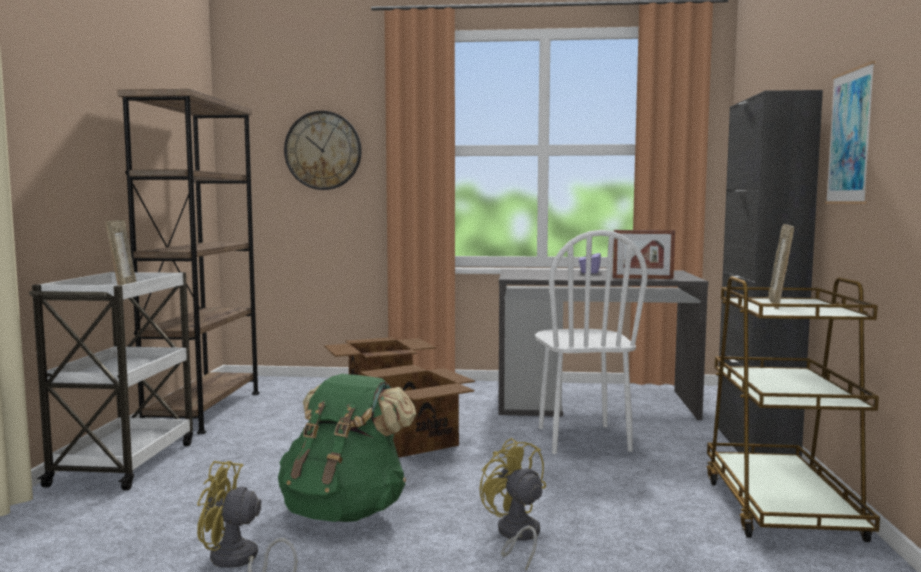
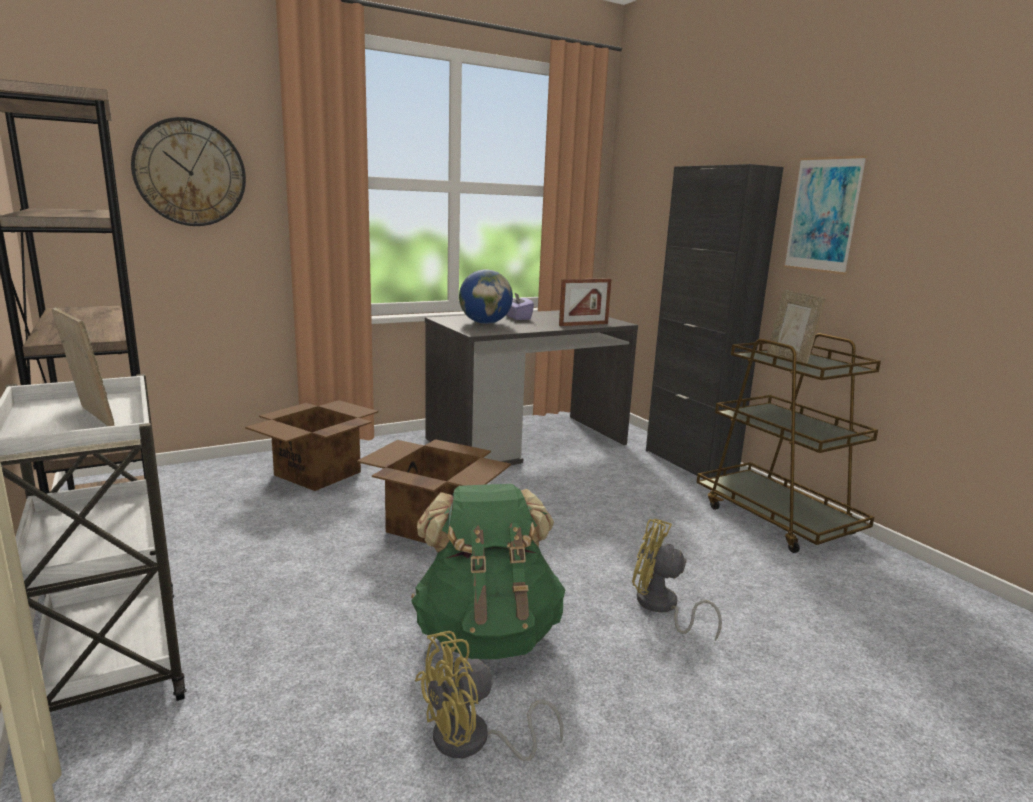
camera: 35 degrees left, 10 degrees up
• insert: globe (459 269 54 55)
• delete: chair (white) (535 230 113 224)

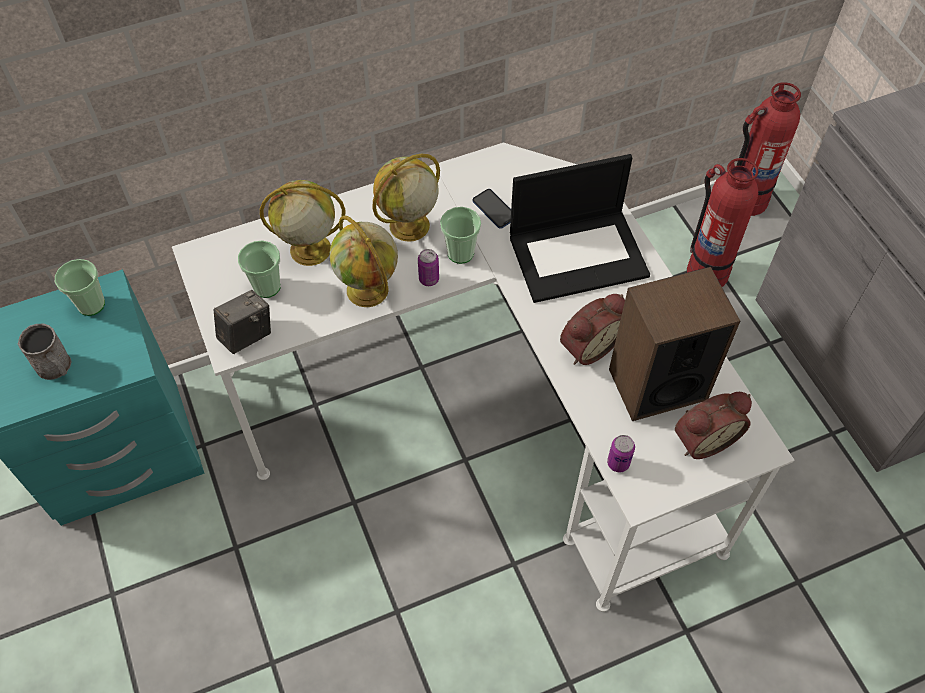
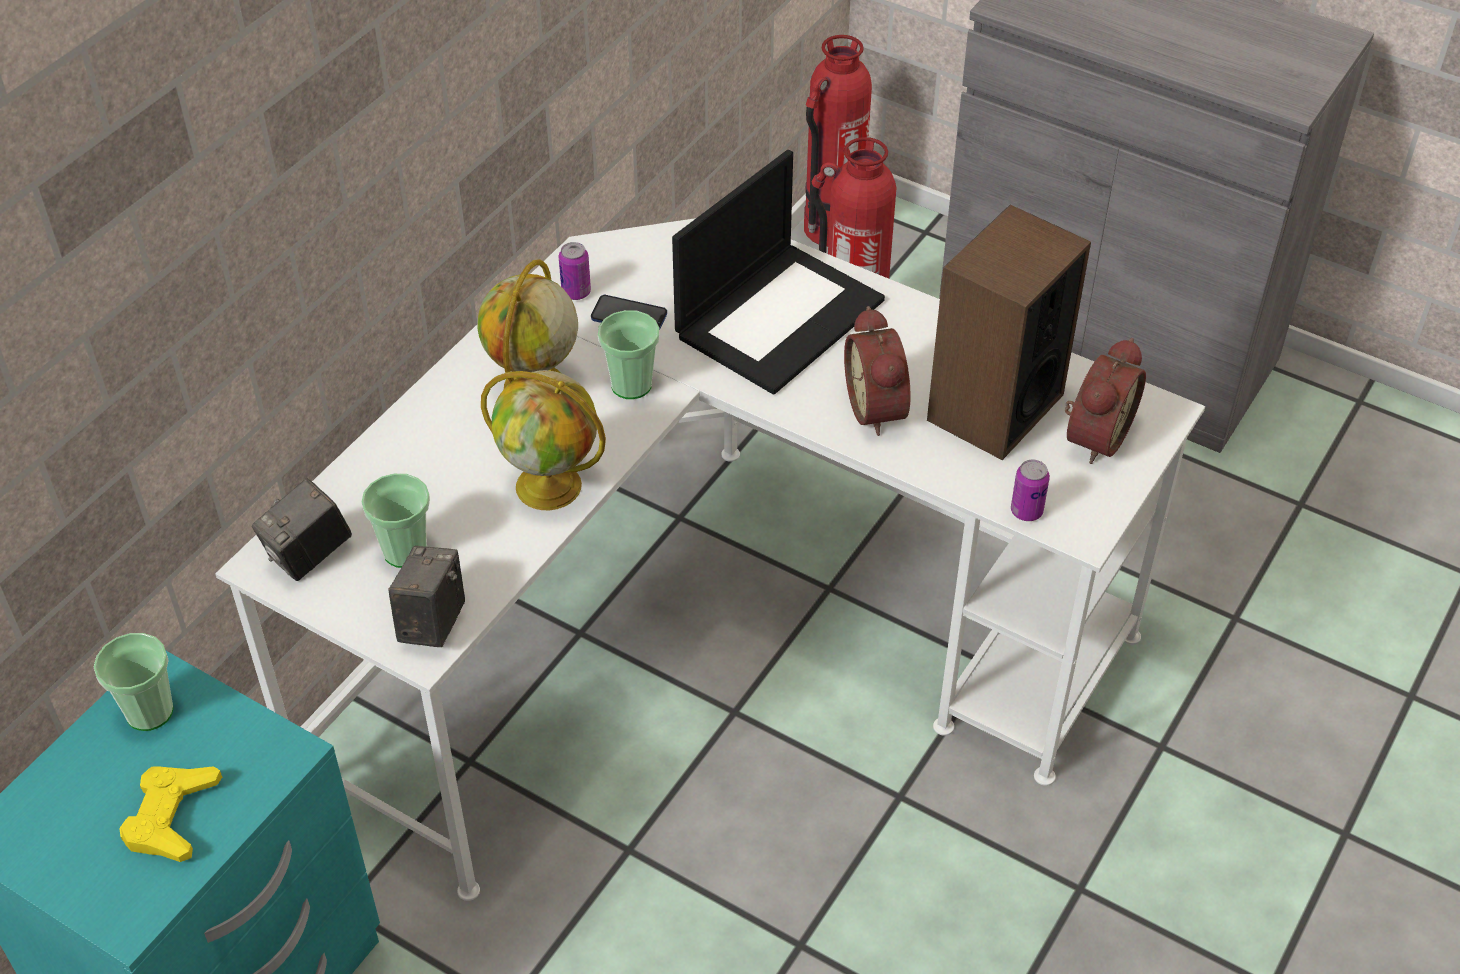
camera: 35 degrees left, 10 degrees down
• replace: mug (grey) (17 323 55 57) to game controller (yellow) (119 766 103 96)
• insert: photo camera (252 478 100 103)
• move: can (418 249 21 37) to (559 242 32 58)
• rotate: alarm clock (560 294 65 71) = (844 306 67 130) 150 degrees clockwise
• delete: globe (260 180 86 86)

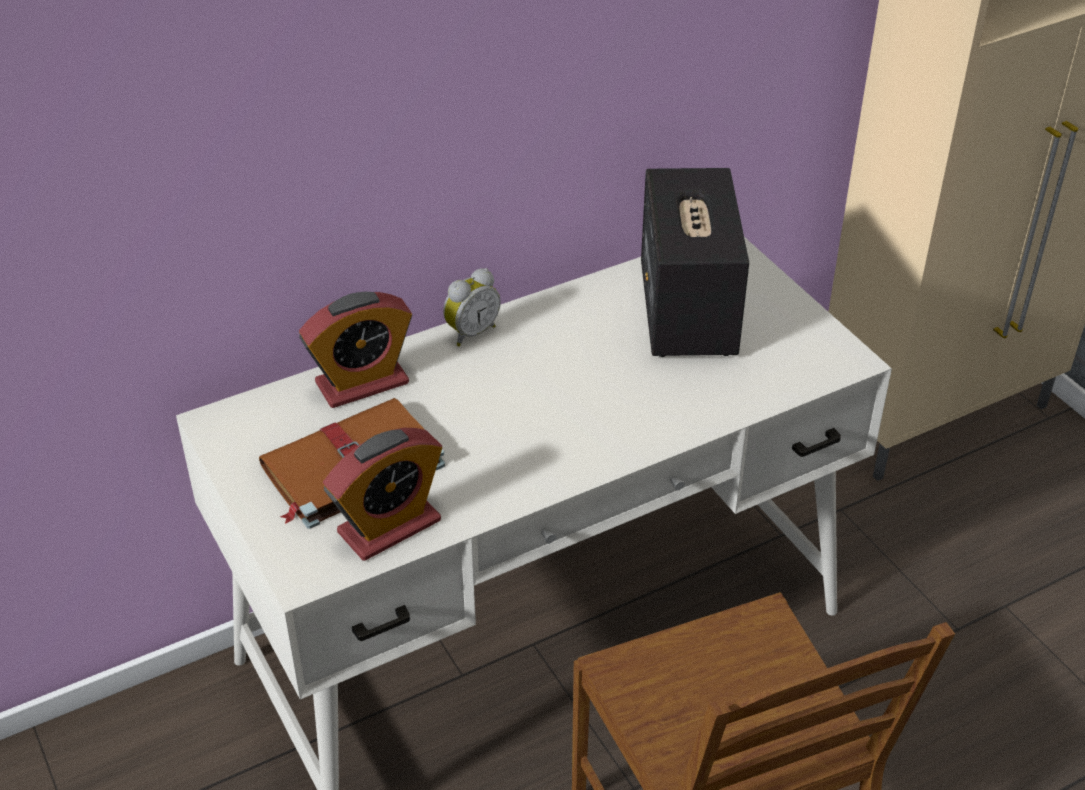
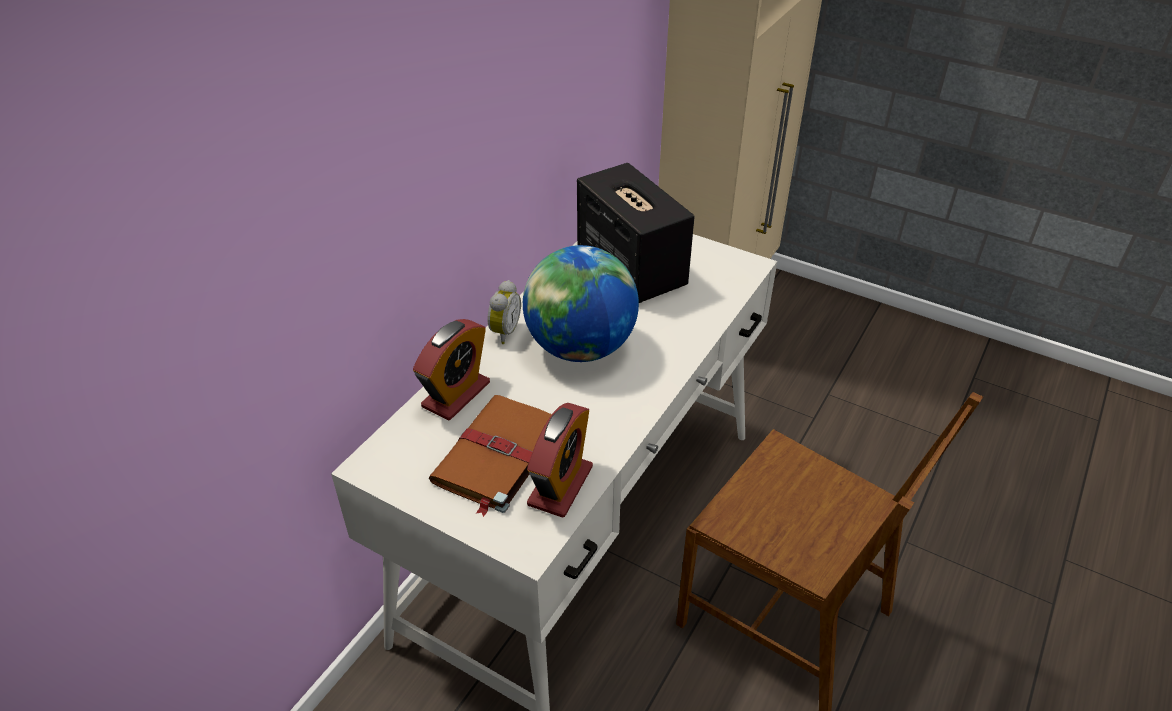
camera: 30 degrees left, 0 degrees up
• insert: globe (523 245 116 117)

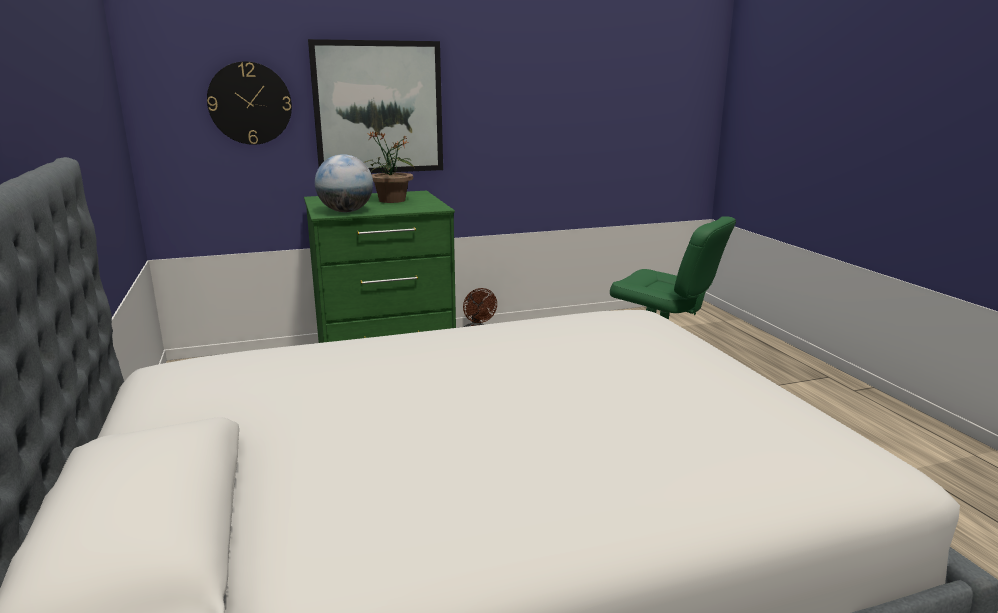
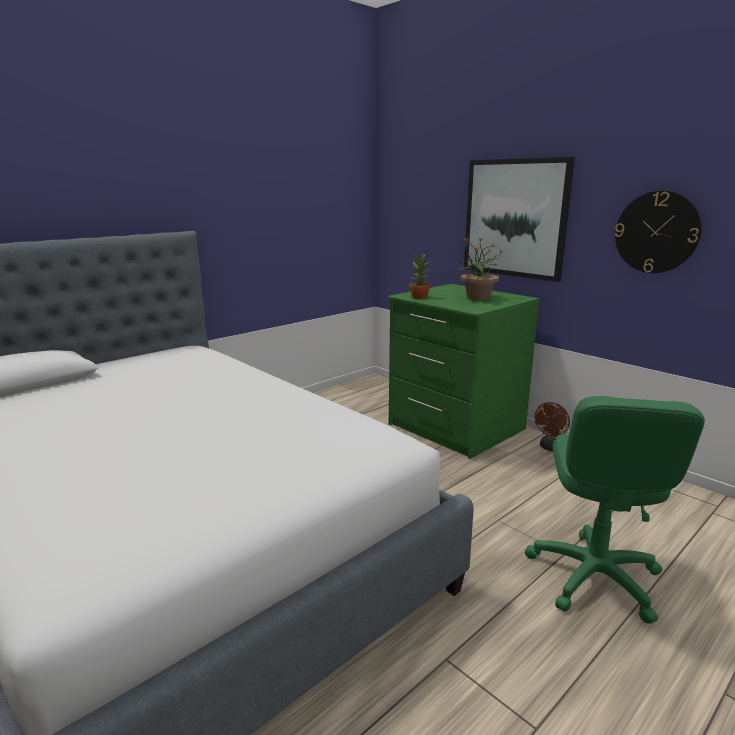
camera: 65 degrees right, 0 degrees up
• replace: globe (315 154 58 58) to potted plant (409 253 22 46)
• move: wall clock (207 61 85 84) to (615 190 87 83)

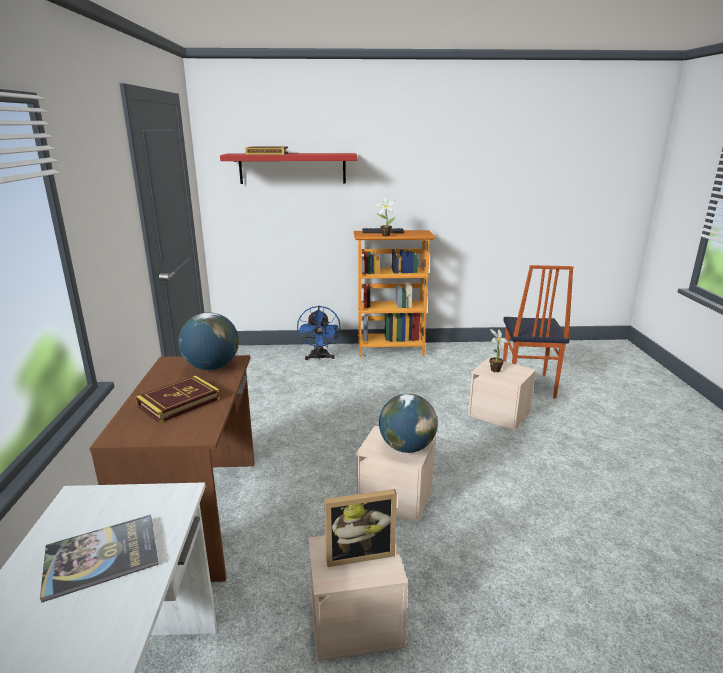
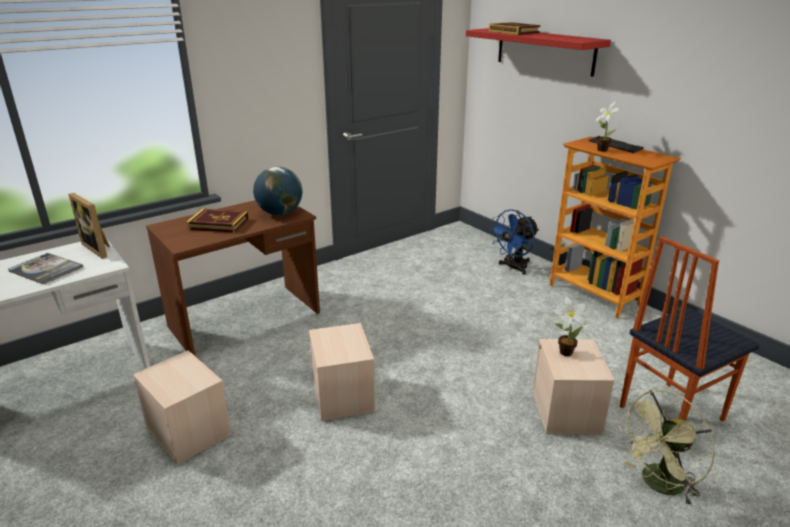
camera: 55 degrees right, 5 degrees up
• move: picture frame (324 489 73 78) to (68 193 42 66)
• insert: fan (green) (618 390 97 116)
• delete: globe (379 394 59 59)

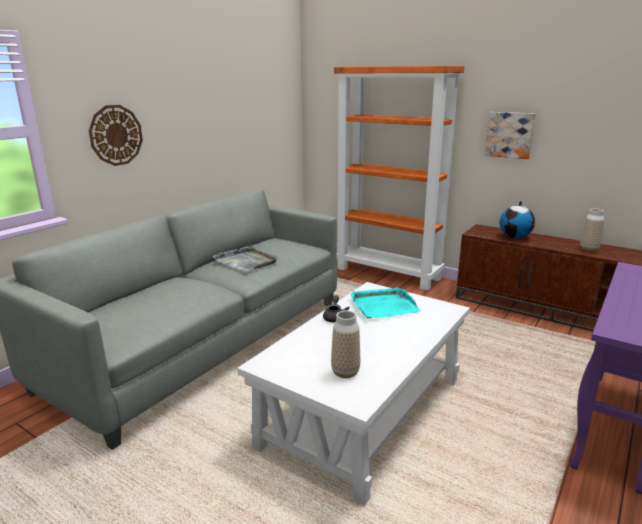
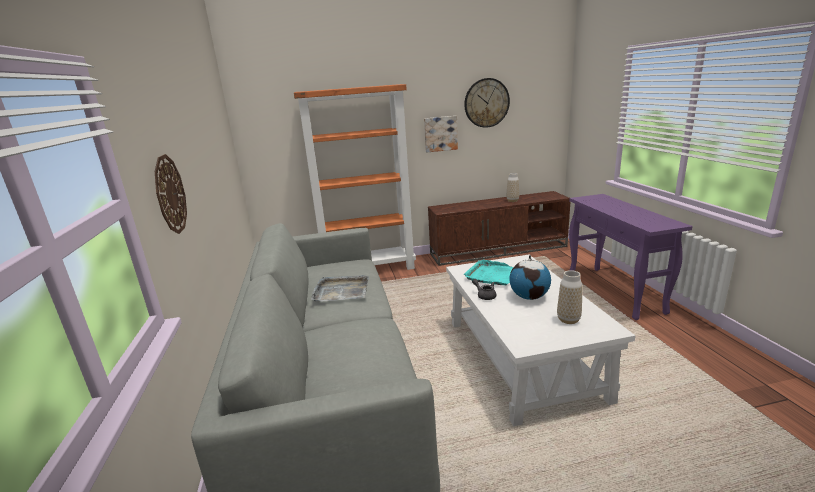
camera: 45 degrees left, 0 degrees up
• insert: wall clock (464 78 46 50)
• move: globe (500 201 35 38) to (509 255 42 45)

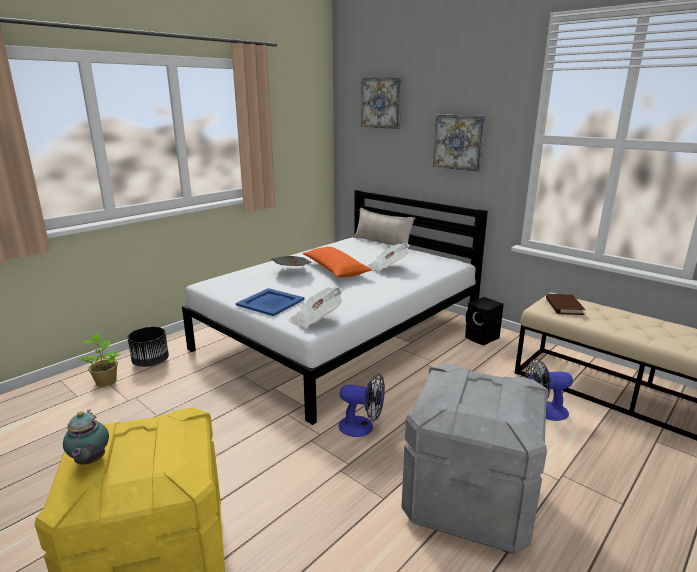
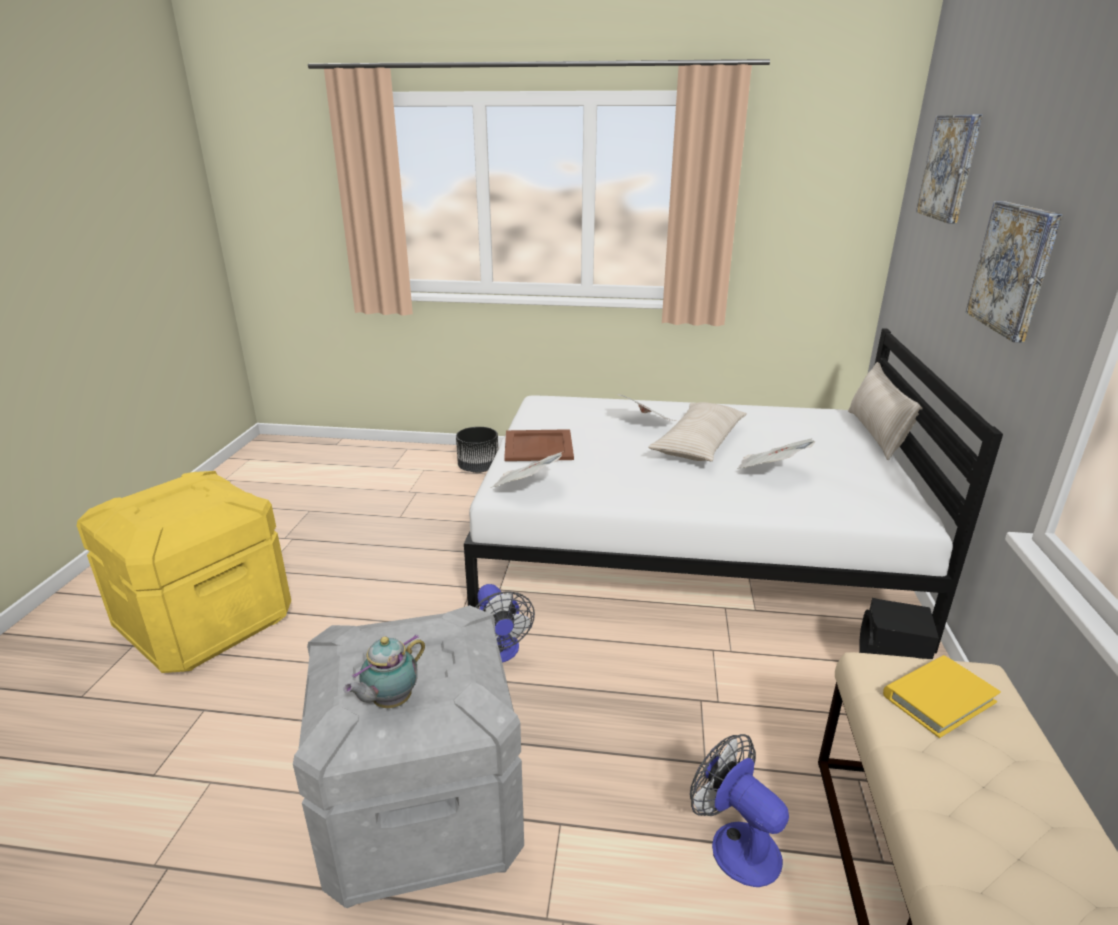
camera: 55 degrees right, 5 degrees up
• move: teapot (63 409 46 55) to (343 635 82 73)
• recolor: tray (blue) (236 288 69 28) to tray (brown) (504 429 70 32)
• recolor: pillow (orange) (303 247 69 31) to pillow (beige) (648 402 99 59)
• recolor: book (brown) (546 294 39 21) to book (yellow) (883 655 118 83)
• delete: potted plant (78 334 43 53)

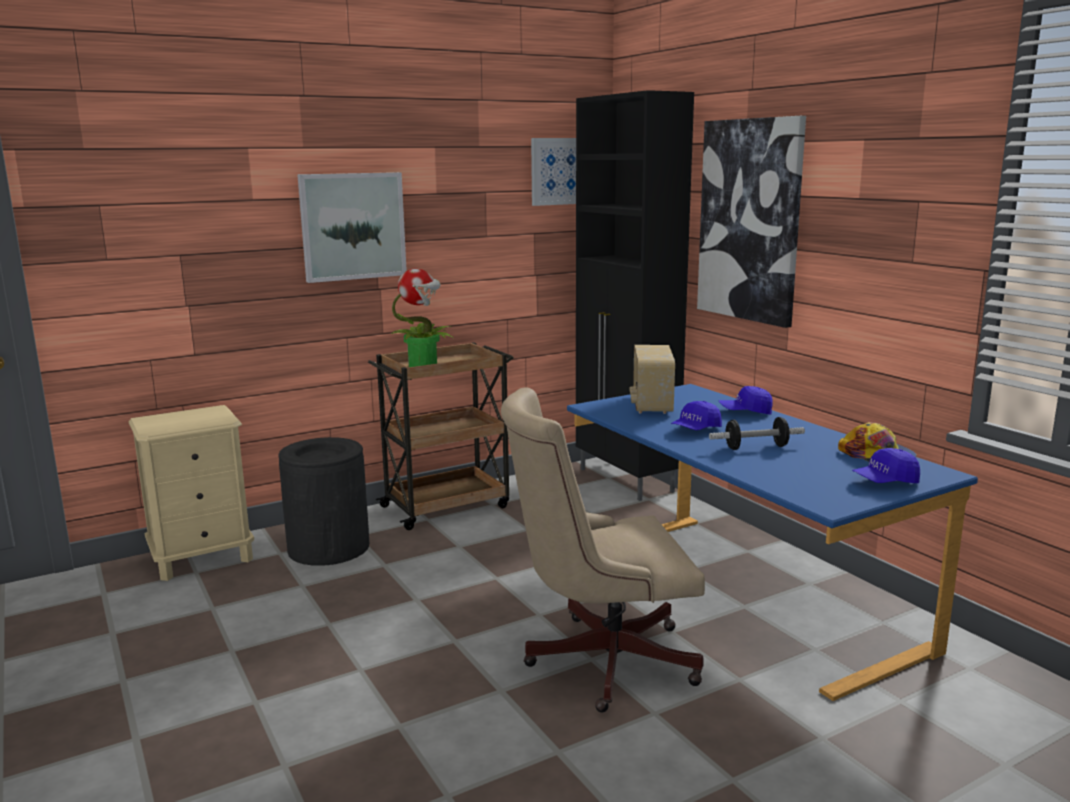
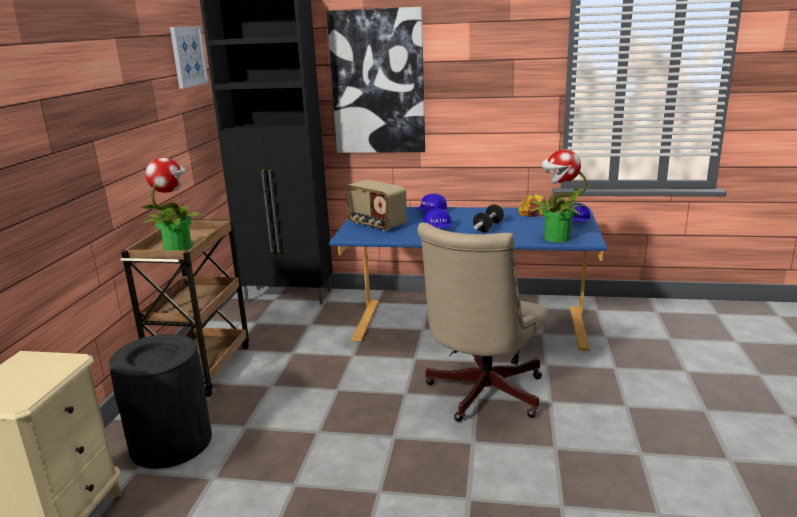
camera: 50 degrees left, 5 degrees up
• insert: potted plant (529 149 59 93)
• delete: picture (297 172 110 111)

